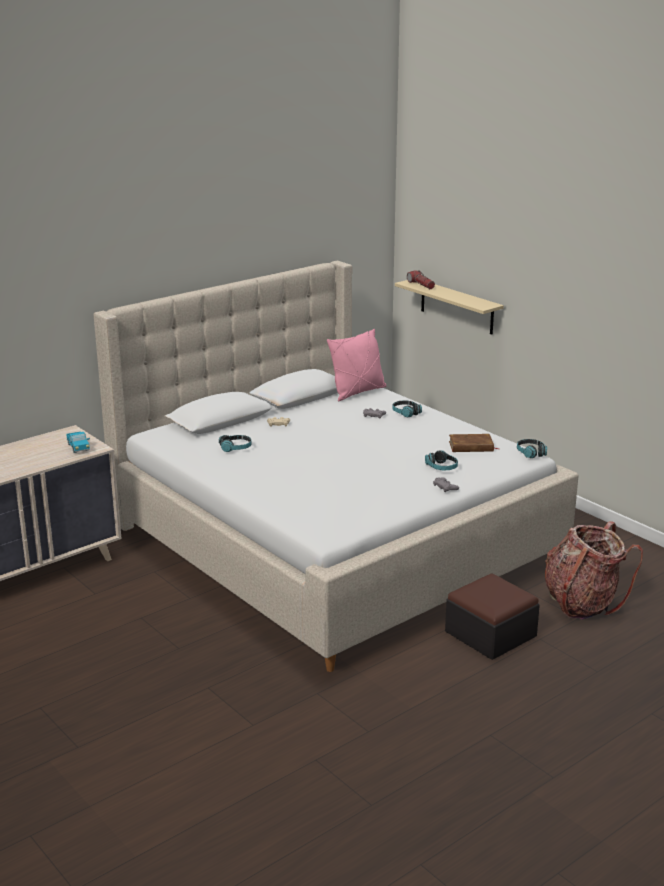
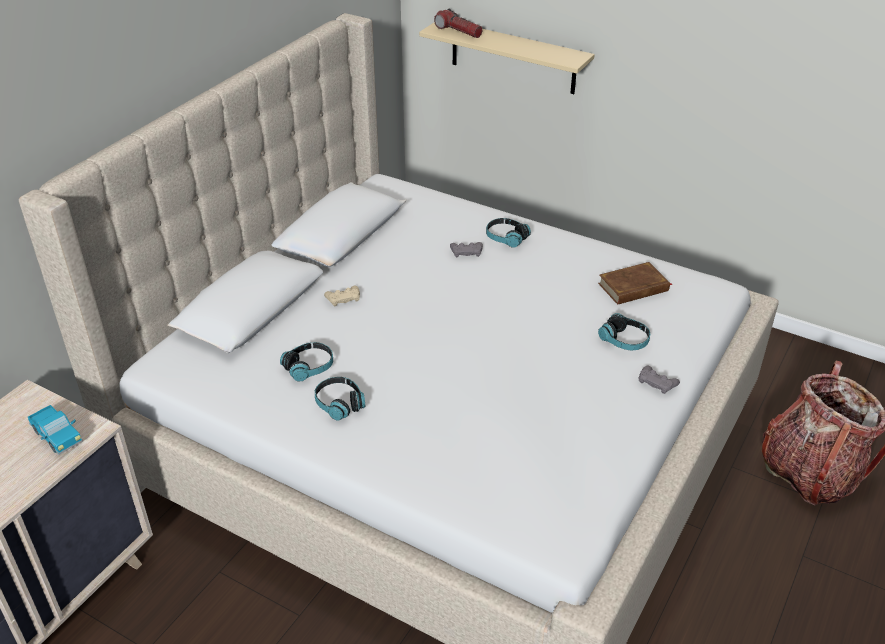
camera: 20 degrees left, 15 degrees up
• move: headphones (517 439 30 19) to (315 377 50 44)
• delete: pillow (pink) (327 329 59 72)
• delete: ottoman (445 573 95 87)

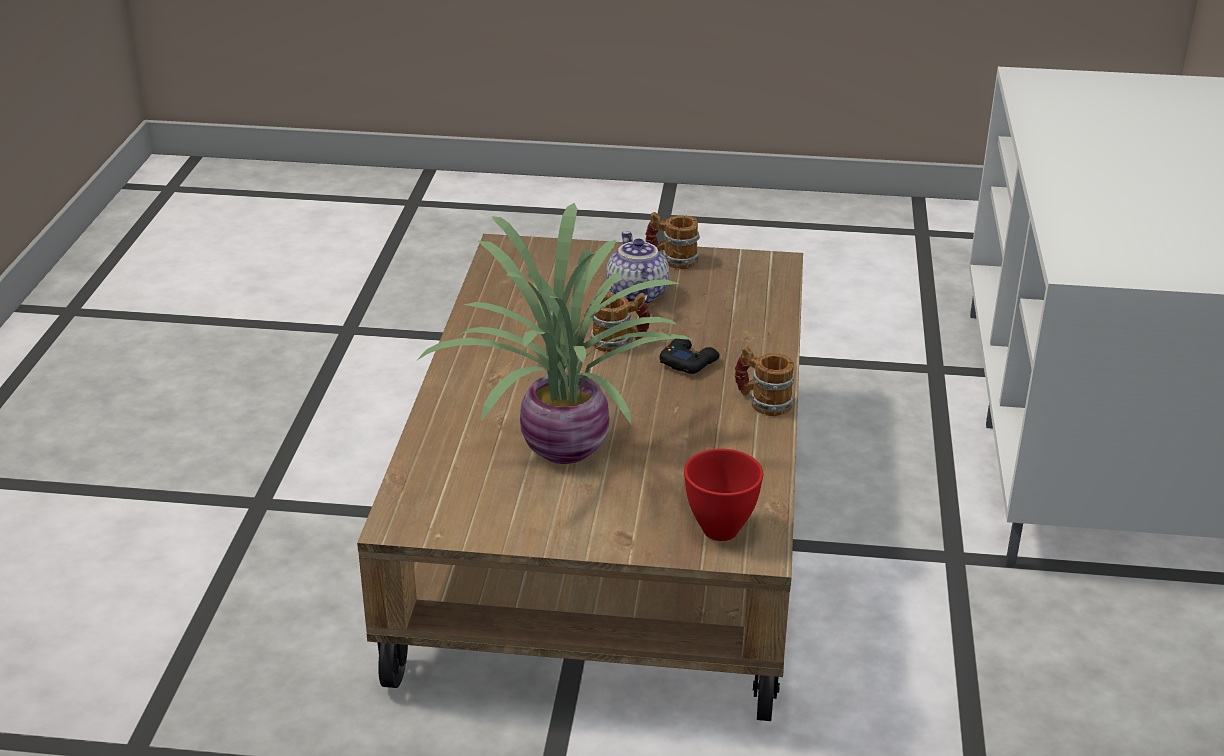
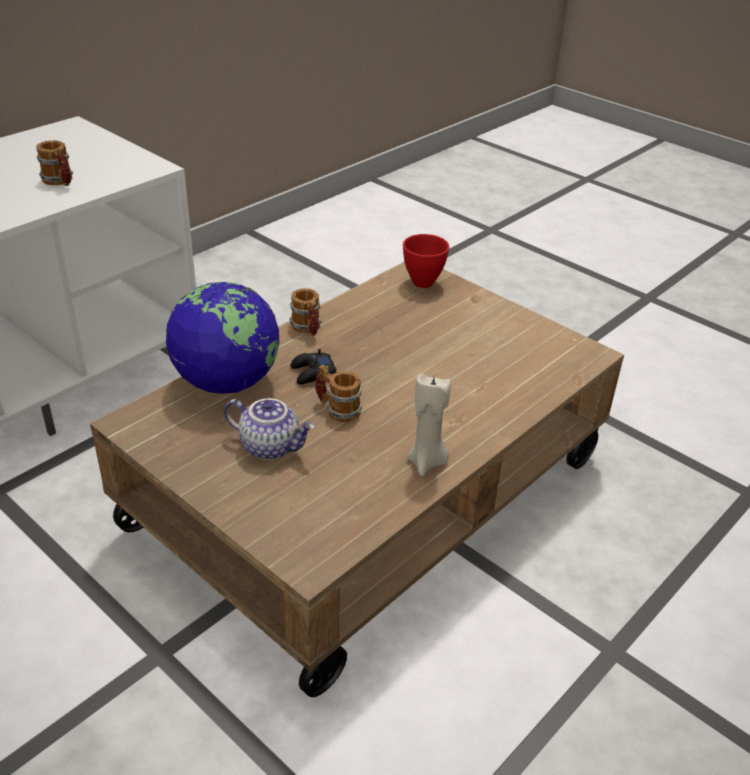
camera: 145 degrees left, 5 degrees up
• move: mug (645 212 55 57) to (36 140 37 46)
• insert: globe (165 282 114 112)
• rotate: teapot (606 231 63 73) = (224 398 91 62) 90 degrees counterclockwise
• insert: candle (beige) (407 373 44 104)
• delete: potted plant (416 203 278 261)

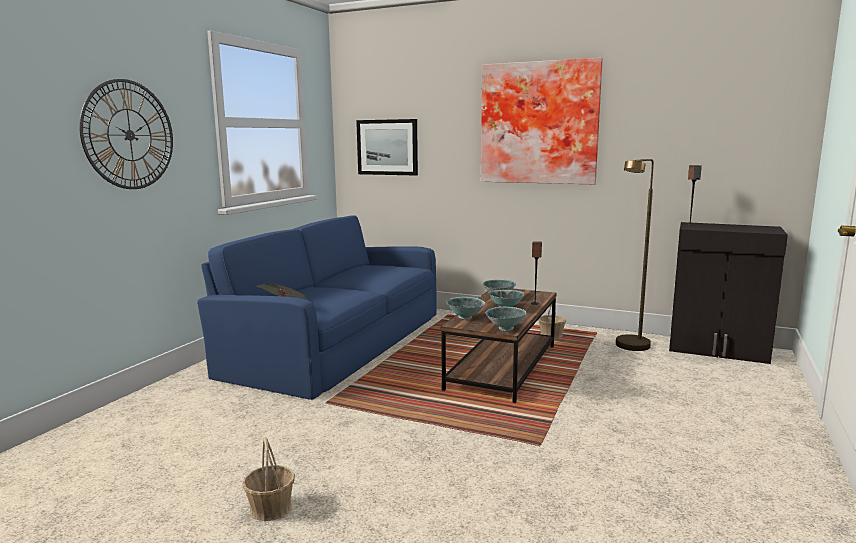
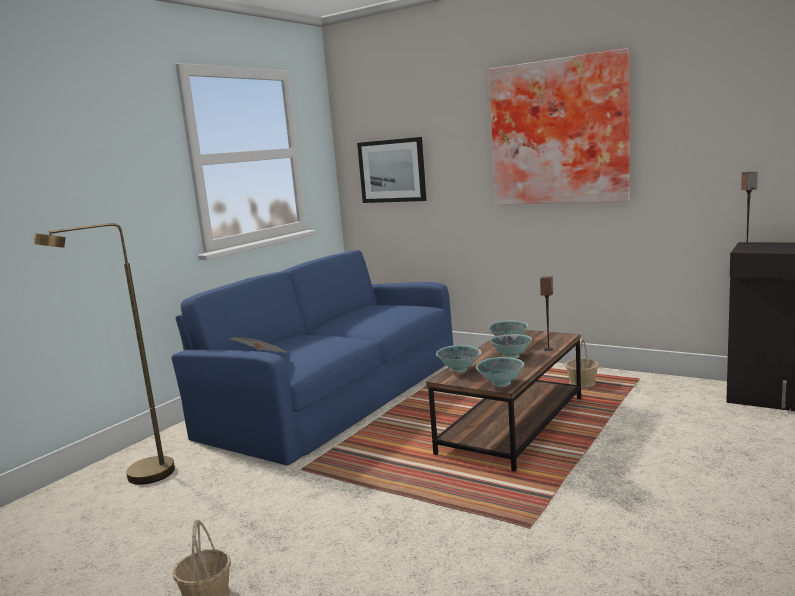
camera: 10 degrees right, 0 degrees up
• move: floor lamp (brown) (616 159 38 192) to (34 223 141 262)
• delete: wall clock (79 79 94 110)

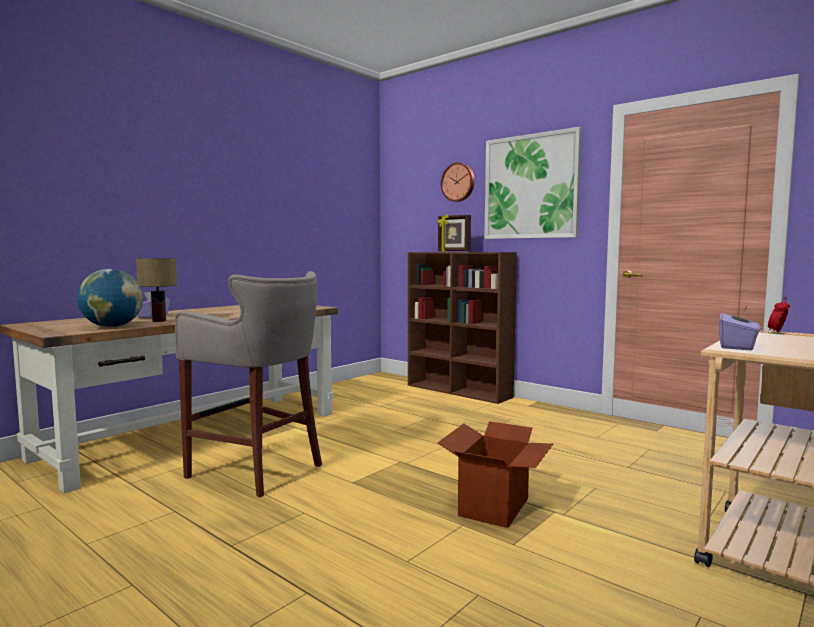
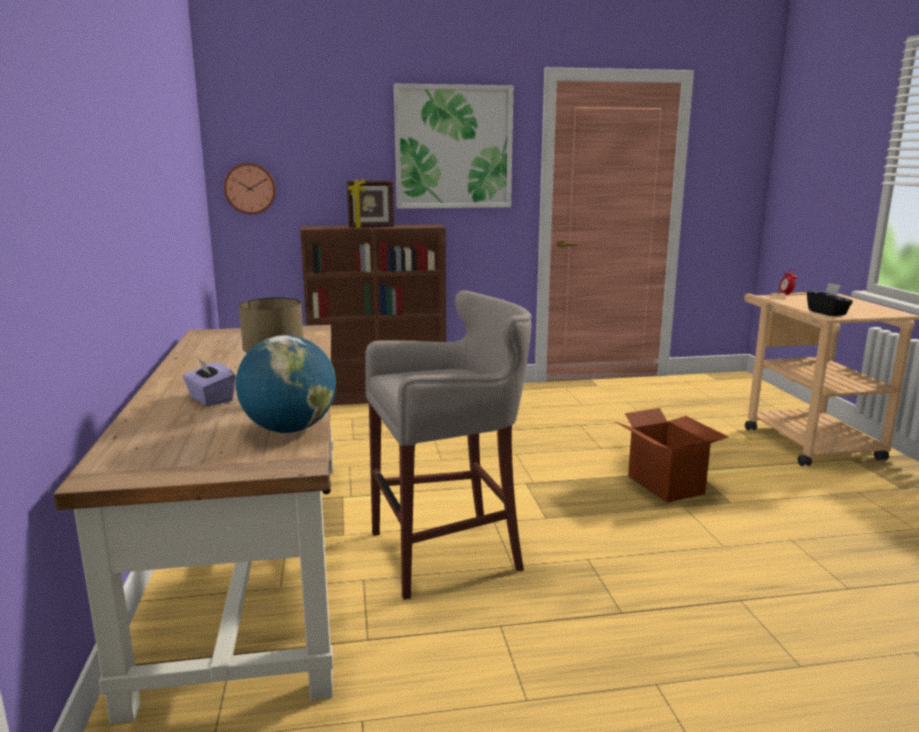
camera: 50 degrees left, 10 degrees up
• move: wall clock (441 163 34 39) to (224 163 52 51)
• recolor: tissue box (purple) (719 305 41 45) to tissue box (black) (807 283 46 33)

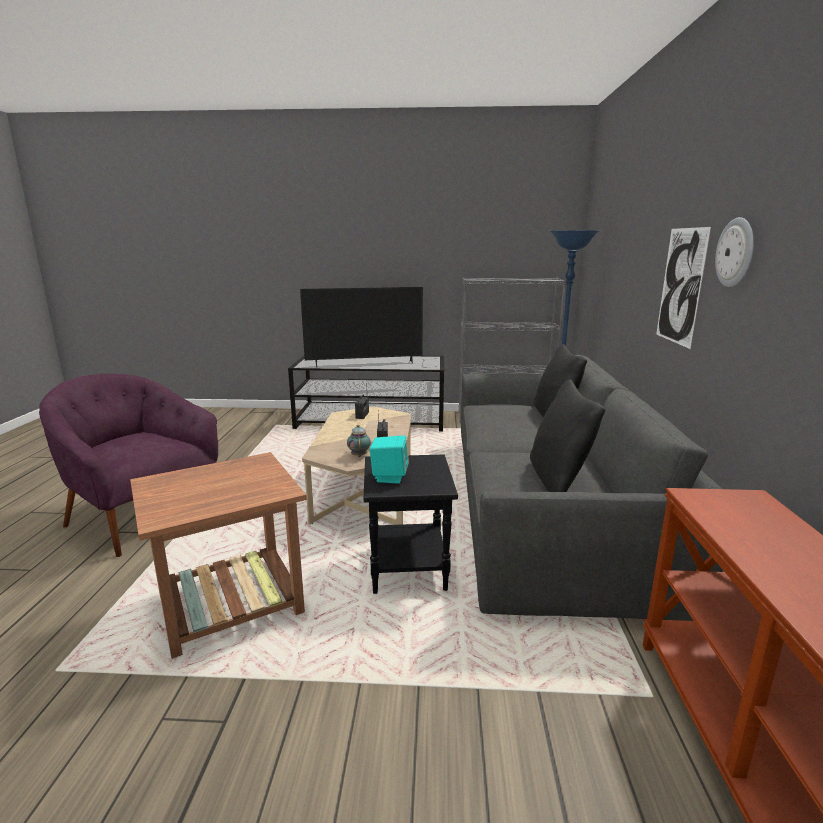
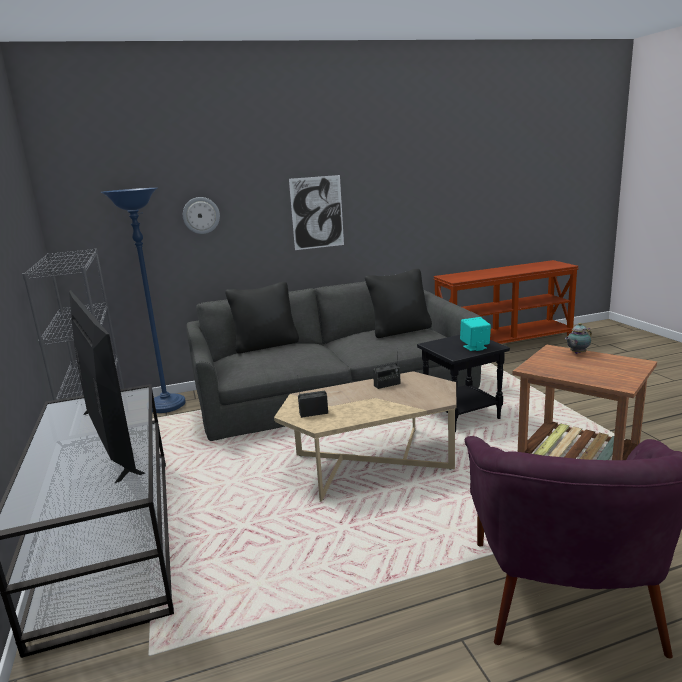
camera: 110 degrees left, 0 degrees up
• move: wall clock (715 217 39 70) to (183 197 37 37)
• move: teapot (347 425 24 32) to (565 323 27 31)

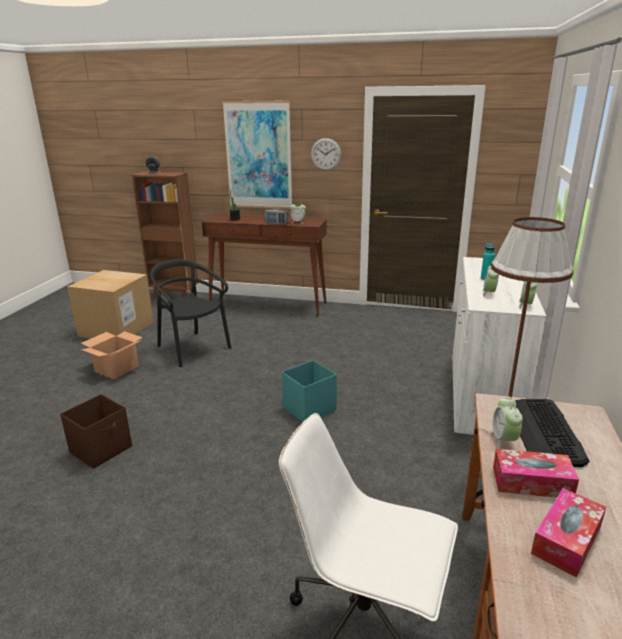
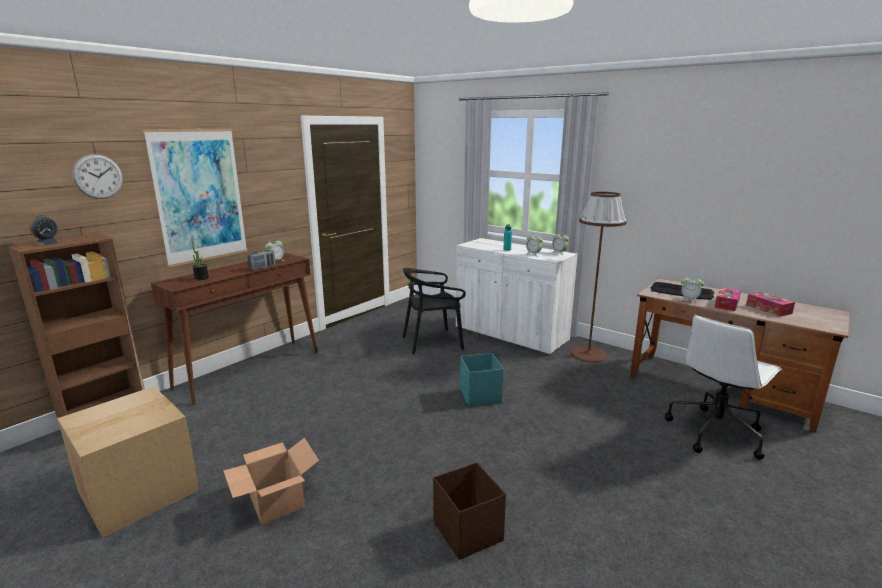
camera: 65 degrees left, 5 degrees down
• move: wall clock (311 138 30 32) to (72 154 51 45)
• move: chair (black) (150 259 81 108) to (403 268 63 86)

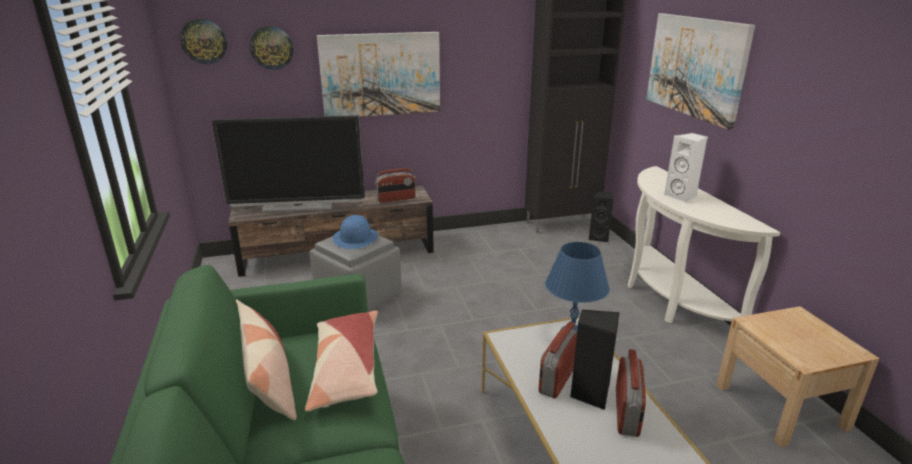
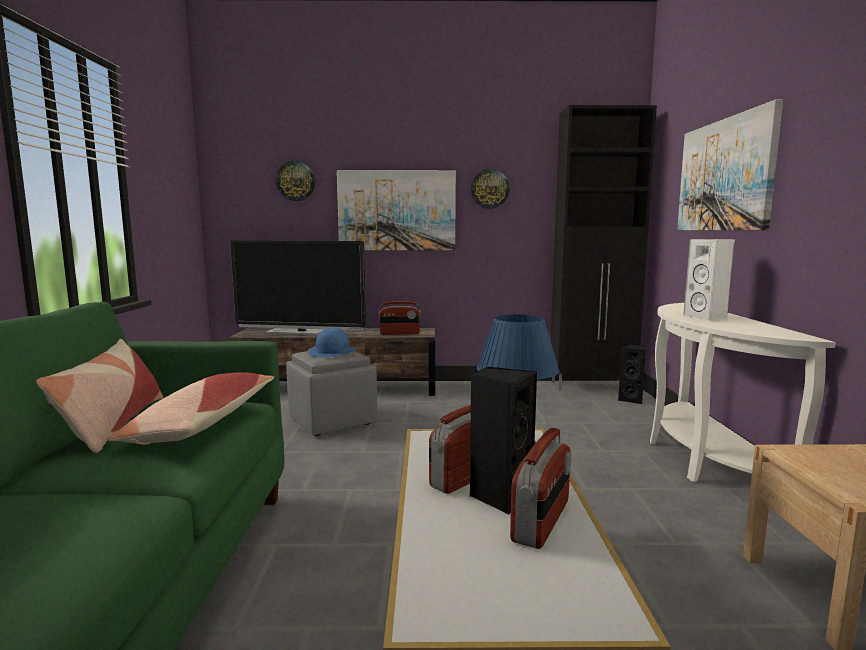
camera: 15 degrees right, 15 degrees down
• move: wall clock (180 19 47 45) to (471 169 39 40)

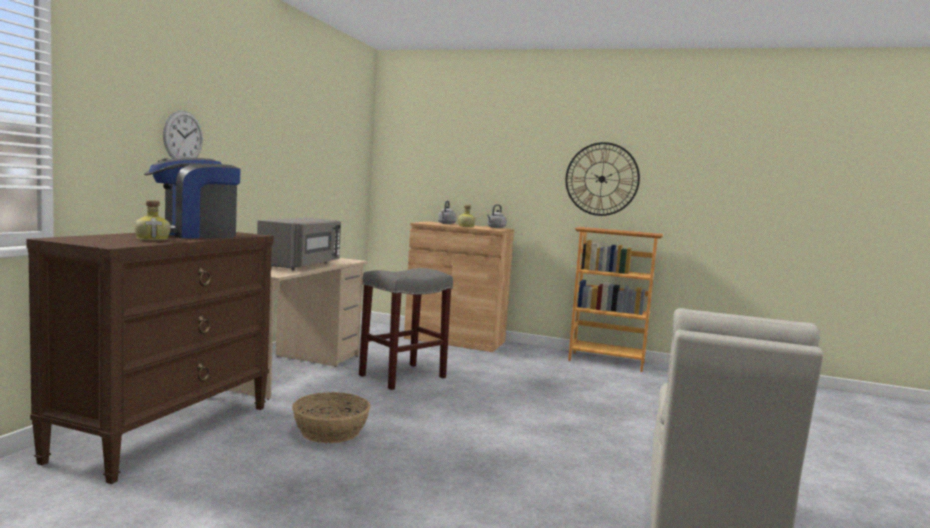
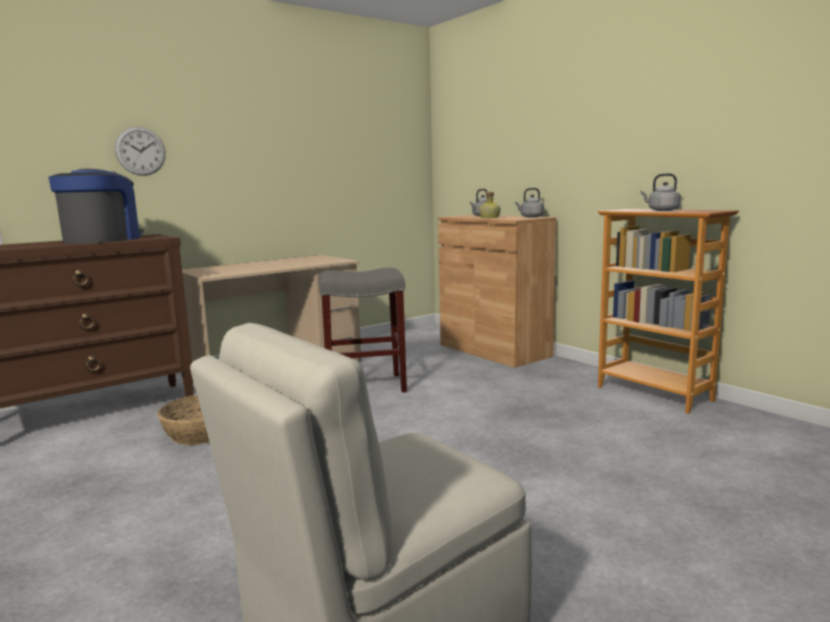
camera: 35 degrees right, 5 degrees up
• rotate: coffee machine (144 158 97 80) = (49 168 95 76) 105 degrees clockwise
• insert: kettle (grey) (640 173 41 38)
• delete: bottle (134 200 37 41)
• delete: microwave (grey) (257 218 84 52)
• delete: wall clock (565 142 75 74)

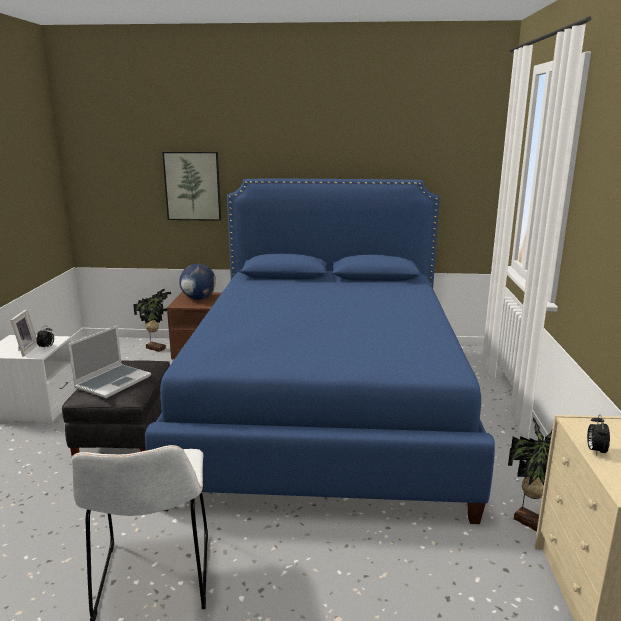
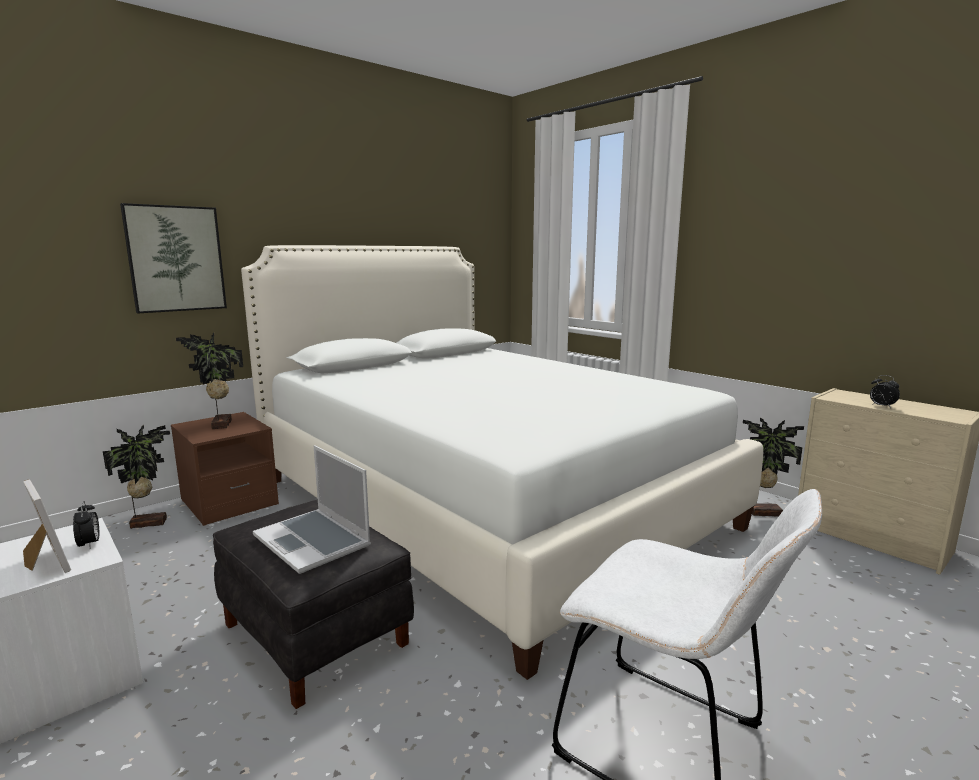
camera: 45 degrees left, 5 degrees down
• replace: globe (179 264 37 36) to potted plant (176 333 67 96)
• recolor: bed (blue) (145 179 350 345) to bed (white) (241 245 522 435)
• rotate: laptop (68 326 83 72) = (253 445 118 129) 150 degrees clockwise

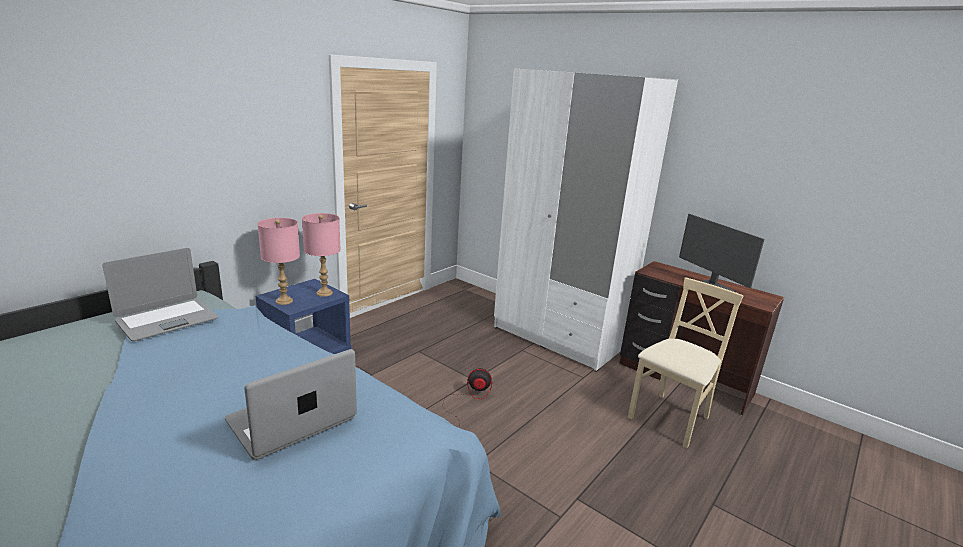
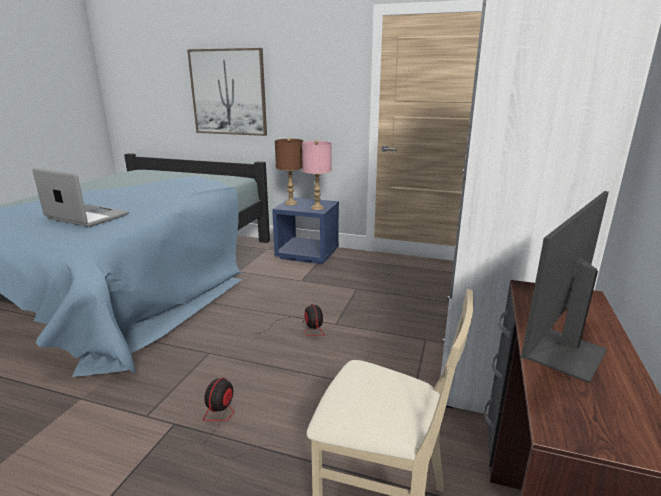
camera: 70 degrees right, 0 degrees up
• insert: picture (187 48 80 88)
• insert: fan (203 378 77 80)
• recolor: table lamp (pink) (257 218 43 87) to table lamp (brown) (275 138 28 67)
• delete: laptop (102 248 116 93)

